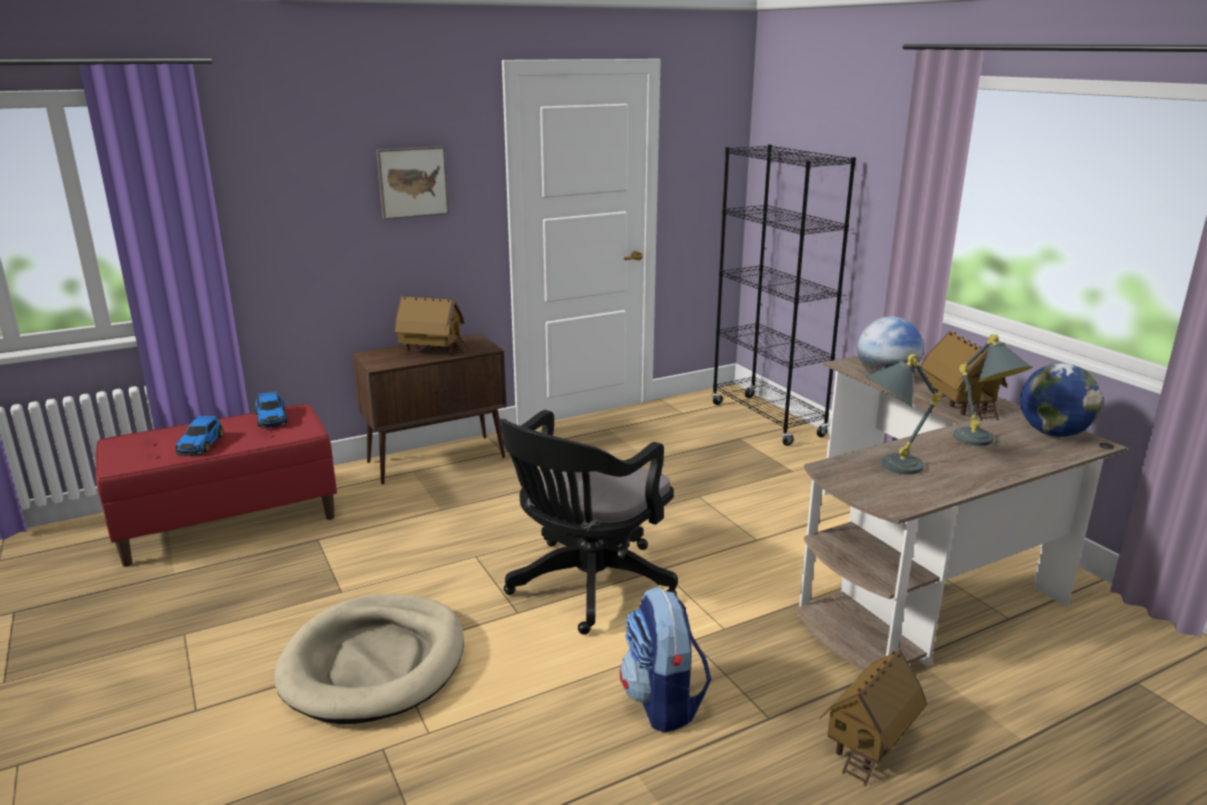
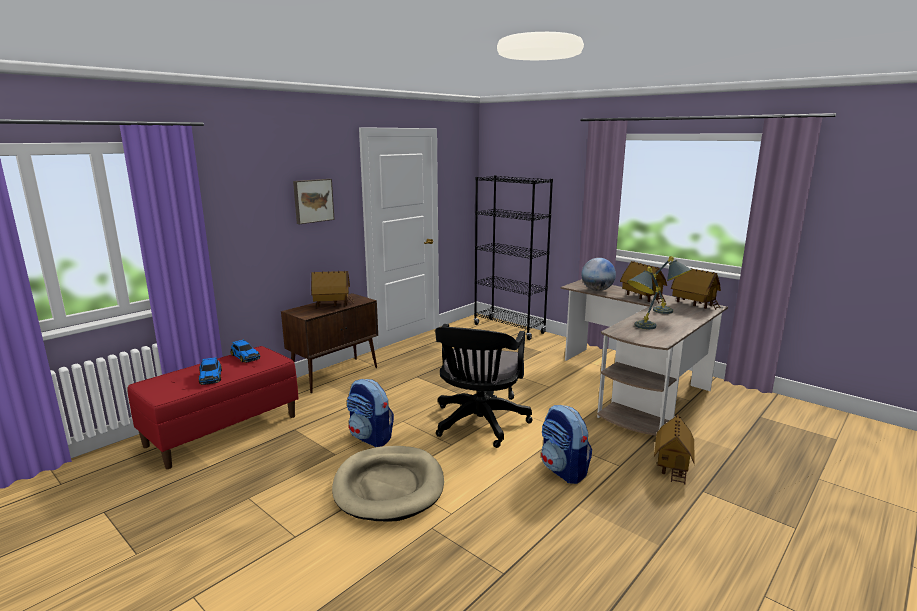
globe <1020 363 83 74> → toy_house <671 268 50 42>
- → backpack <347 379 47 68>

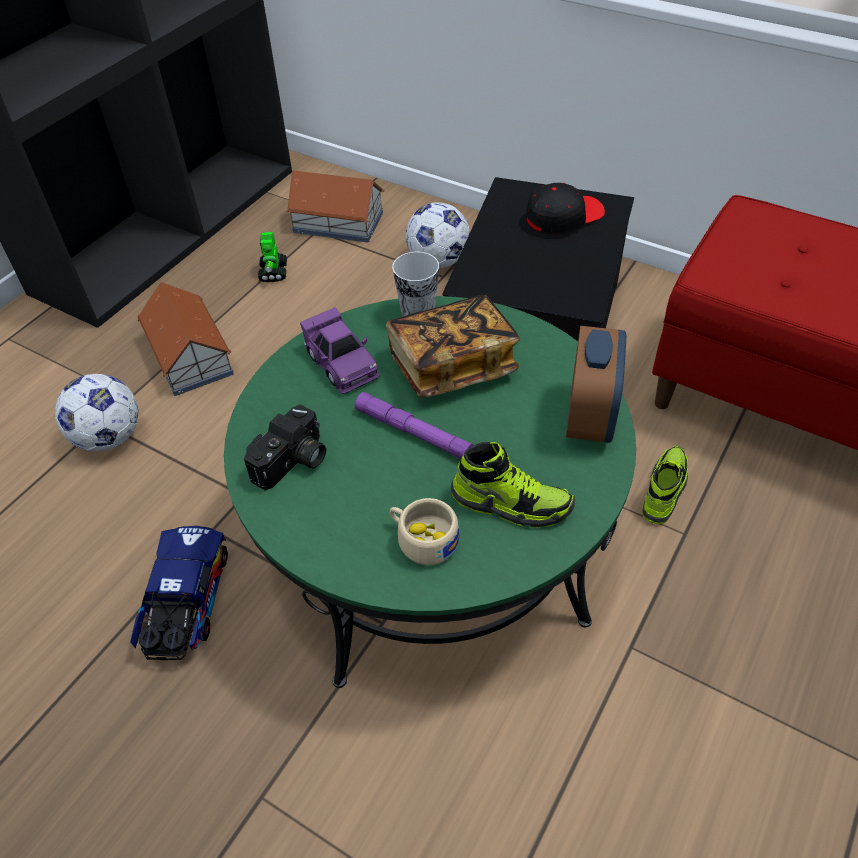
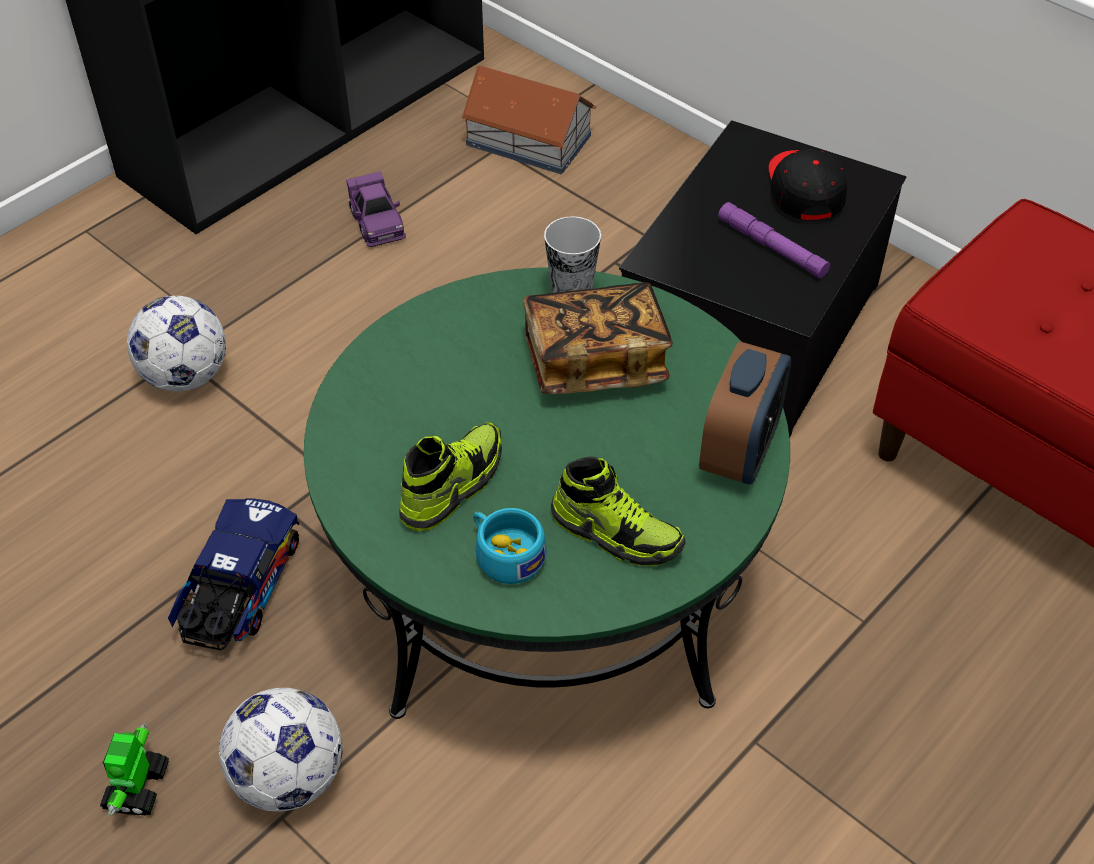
black_cap <526 183 79 52> → black_cap <769 149 79 71>, 75 degrees counterclockwise
football <406 202 64 66> → football <219 688 124 124>, move
toy_robot <258 232 29 50> → toy_robot <100 724 69 92>, move
toy_house <137 282 97 114> → -
purple_toy_car <300 307 80 87> → purple_toy_car <346 171 60 76>, move
purple_flashlight <355 392 118 67> → purple_flashlight <718 202 112 77>, move
photo_camera <244 404 82 87> → -
shoe <642 445 46 79> → shoe <400 422 102 109>, move
beige_cup <389 498 71 67> → turquoise_cup <473 508 74 76>

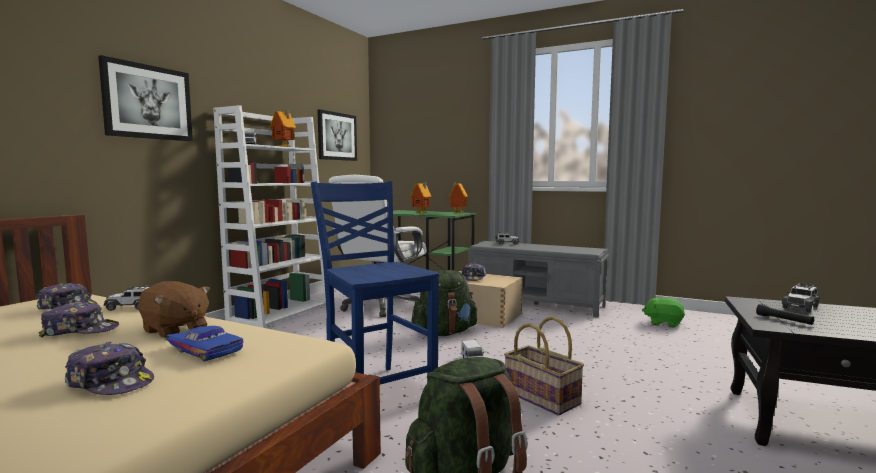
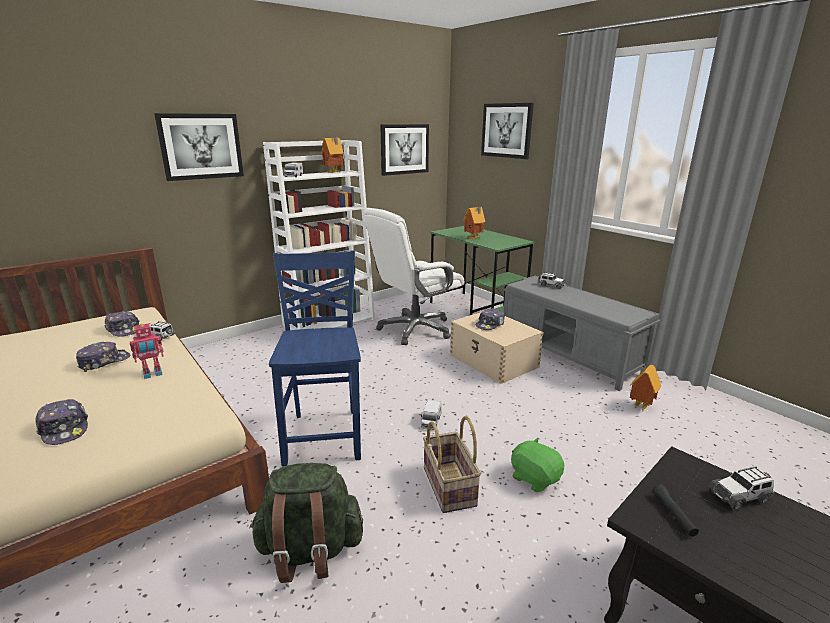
toy_house <449 182 19 32> → toy_house <630 365 31 46>, move
green_backpack <411 270 66 66> → -
brown_plush_toy <138 281 72 57> → toy_robot <129 323 35 56>
green_plush_toy <642 298 43 29> → green_plush_toy <511 438 53 54>, move
cap <39 302 80 35> → cap <76 342 55 30>, 60 degrees counterclockwise
blue_toy_car <166 326 78 35> → -
- → picture <481 103 53 56>

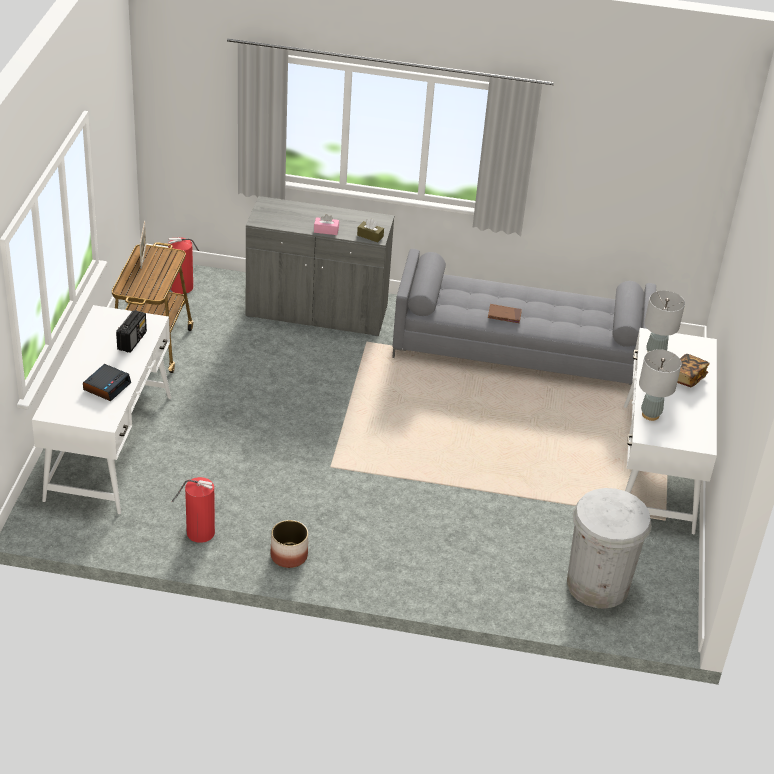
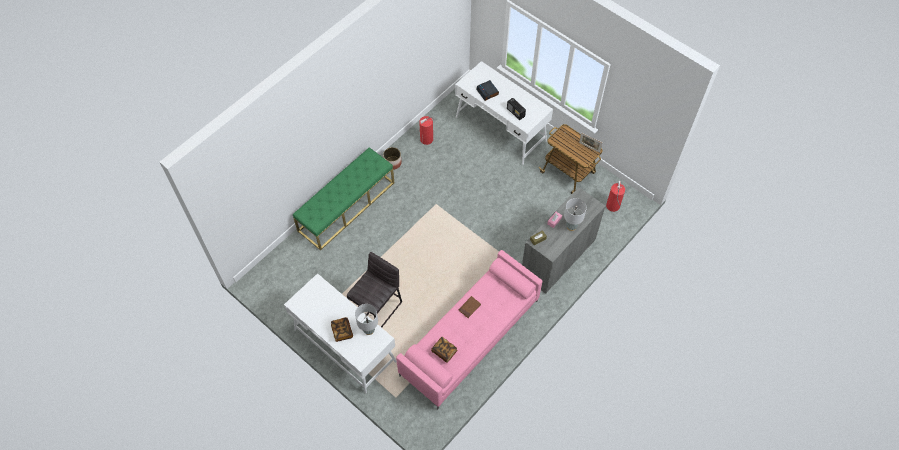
grey_sofa <392 249 264 136> → pink_sofa <396 250 146 159>
grey_table_lamp <639 349 43 72> → grey_table_lamp <564 198 23 33>, move
white_trash_can <567 488 85 121> → -
- → green_bench <293 148 101 103>
- → grey_stool <347 252 55 76>
- → book <431 337 26 26>

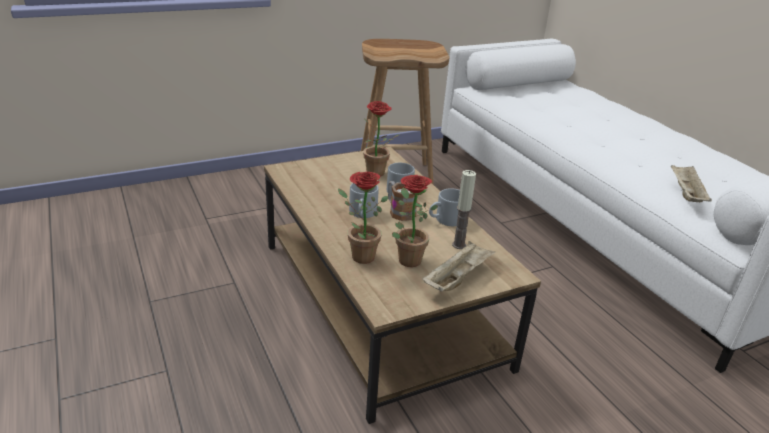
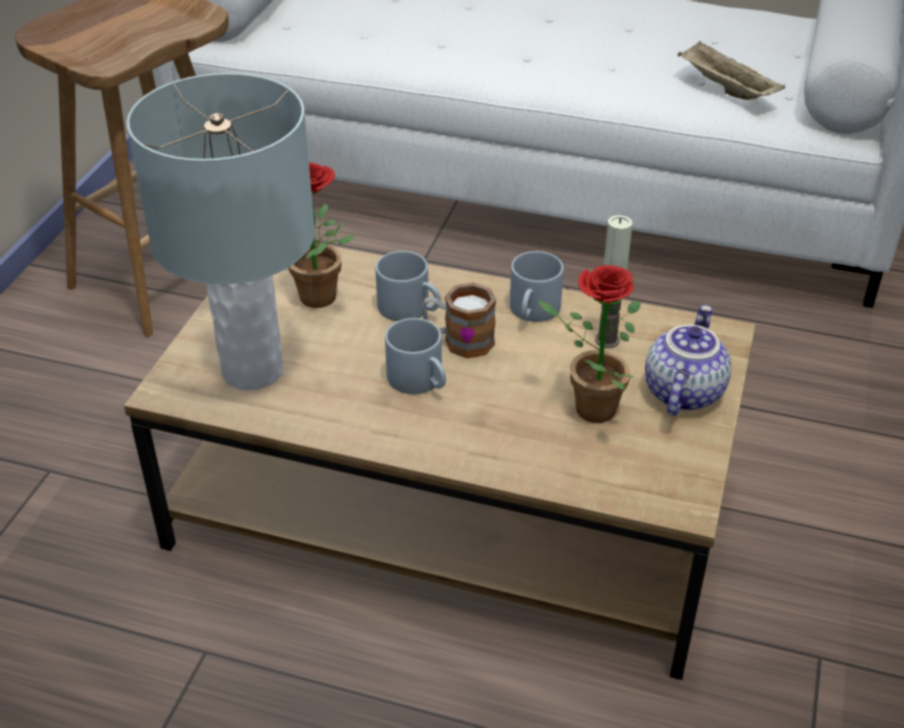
potted_plant <338 172 51 92> → -
beige_tray <422 241 74 51> → teapot <645 305 86 111>
- → grey_table_lamp <126 73 189 317>

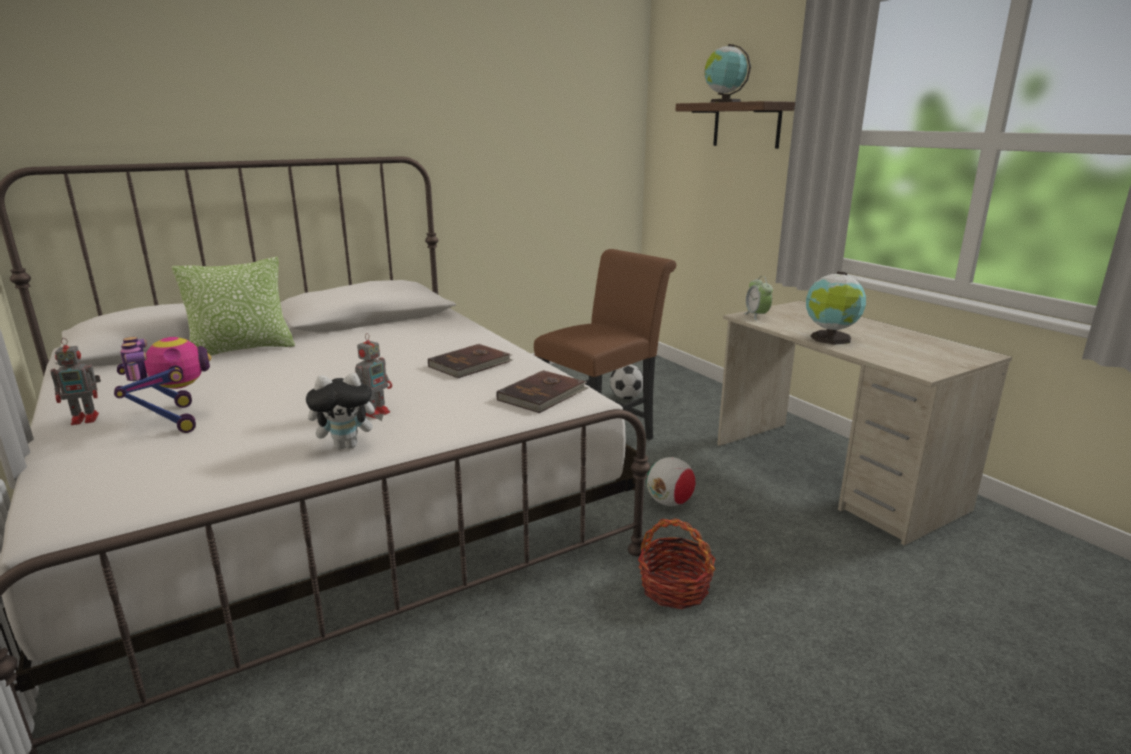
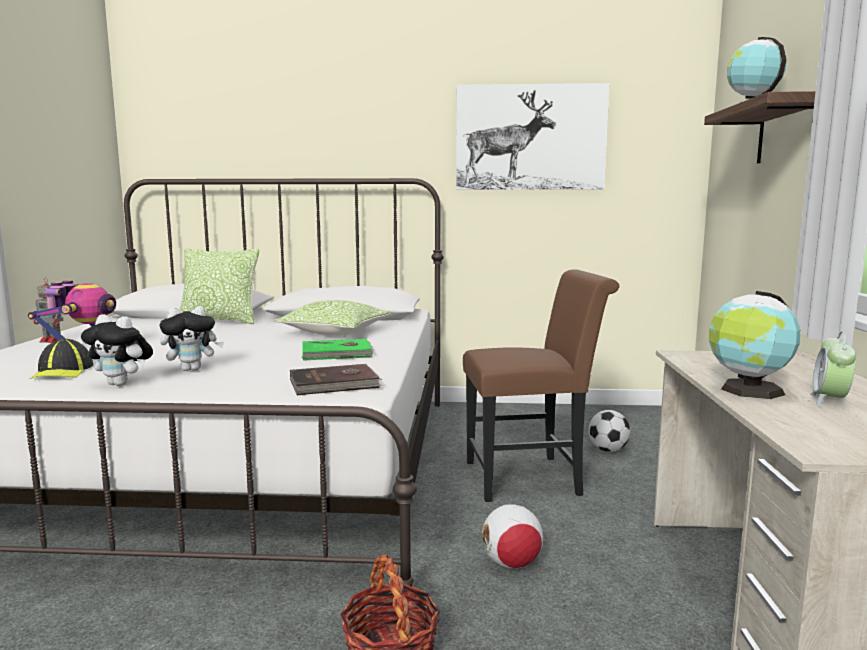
alarm_clock <744 276 29 44> → alarm_clock <810 332 46 75>, move
toy_robot <355 333 37 86> → plush_toy <160 306 64 65>
brown_book <428 344 85 34> → green_book <302 339 72 22>
- → picture <456 83 154 107>
- → pillow <274 300 117 36>
- → cap <30 339 63 40>

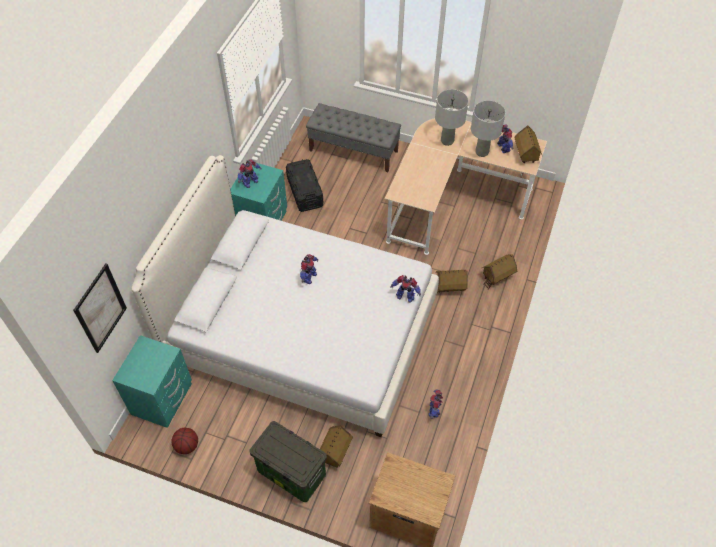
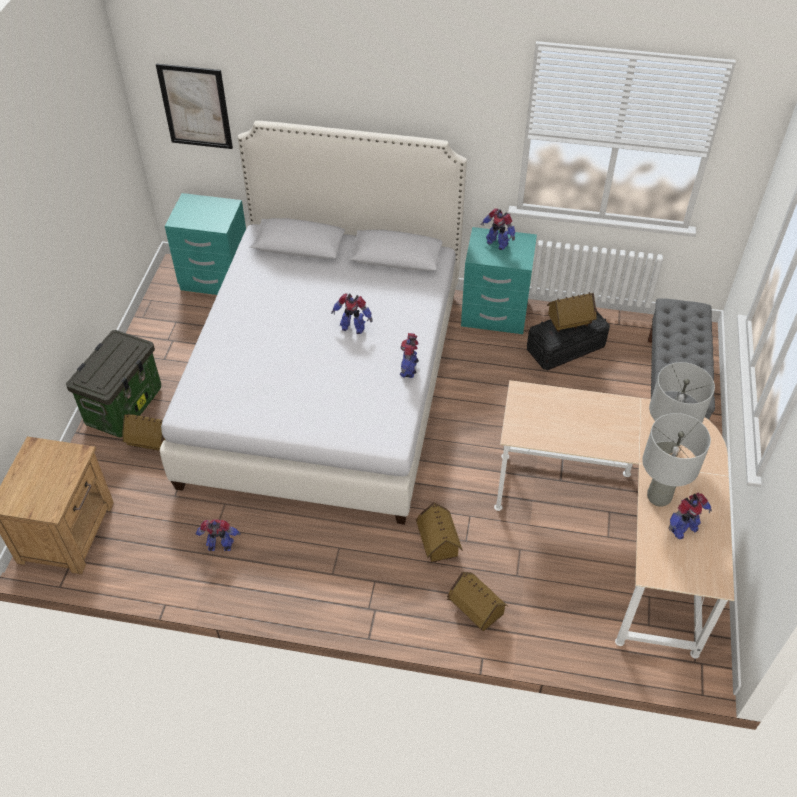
toy_house <514 126 29 37> → toy_house <547 292 50 40>, move
toy_robot <390 275 31 27> → toy_robot <400 333 19 45>, move
basketball <171 428 27 26> → -

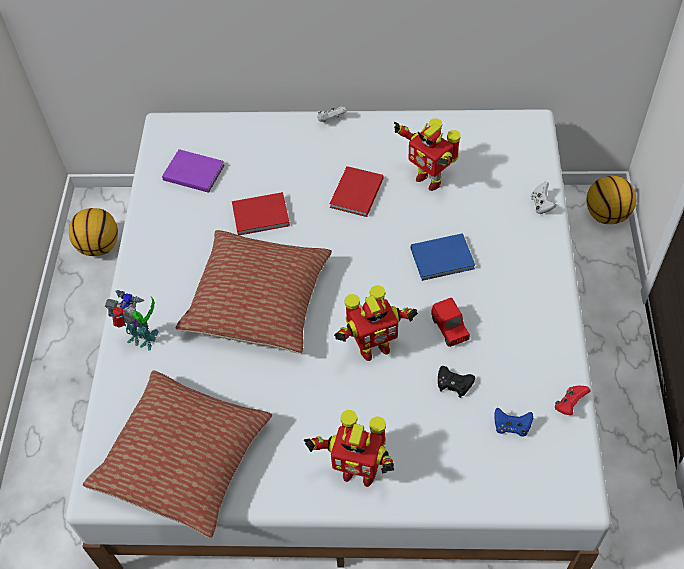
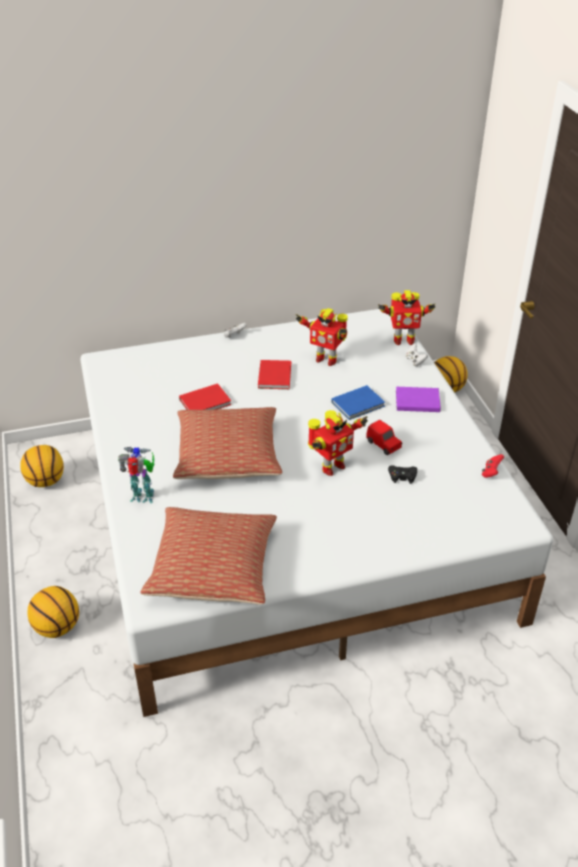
purple_book <162 149 63 44> → purple_book <396 387 45 25>, move
blue_game_controller <494 407 39 30> → -
toy_robot <304 410 90 77> → toy_robot <378 290 58 55>, move
- → basketball <27 586 52 52>

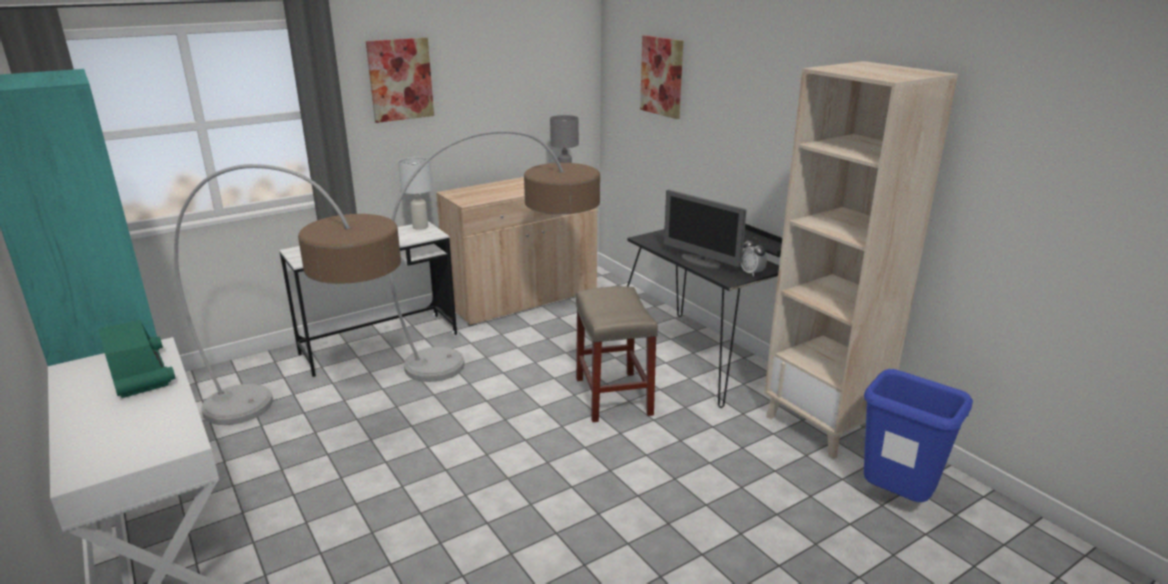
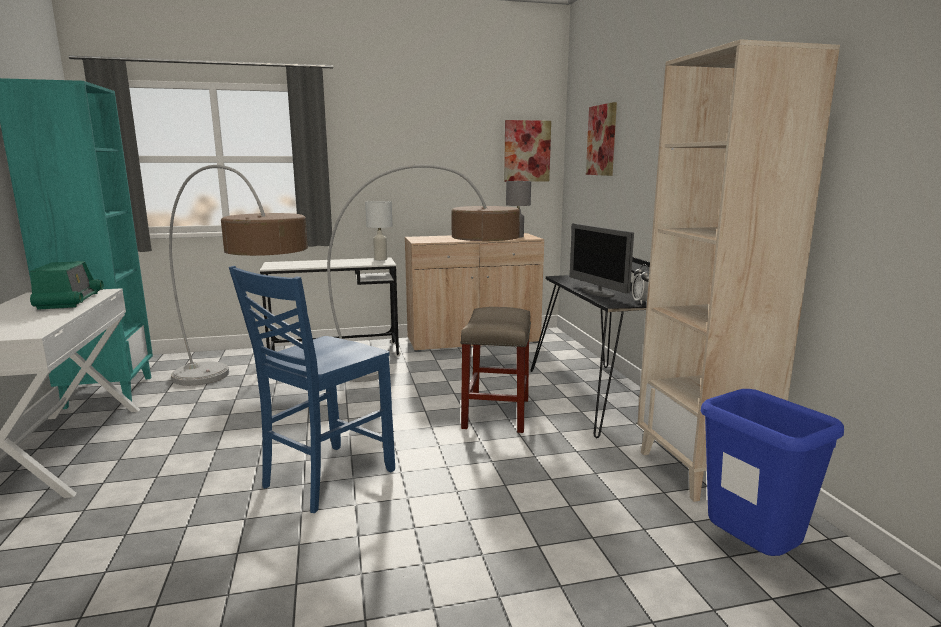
picture <366 37 68 86> → picture <504 120 47 62>, move
- → blue_chair <229 266 166 247>

